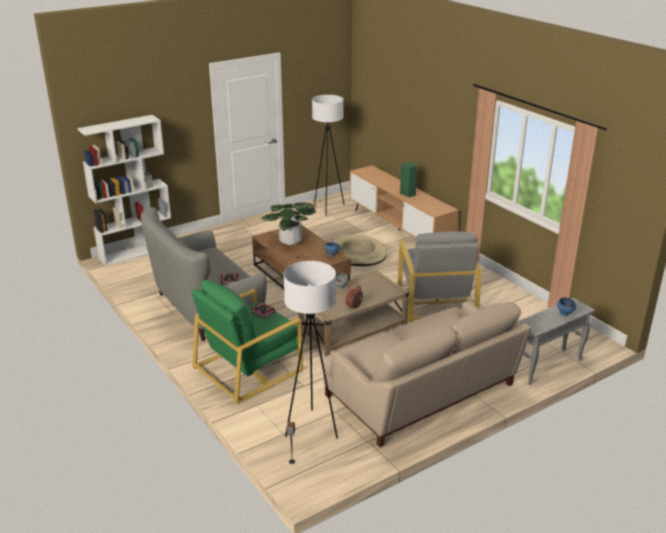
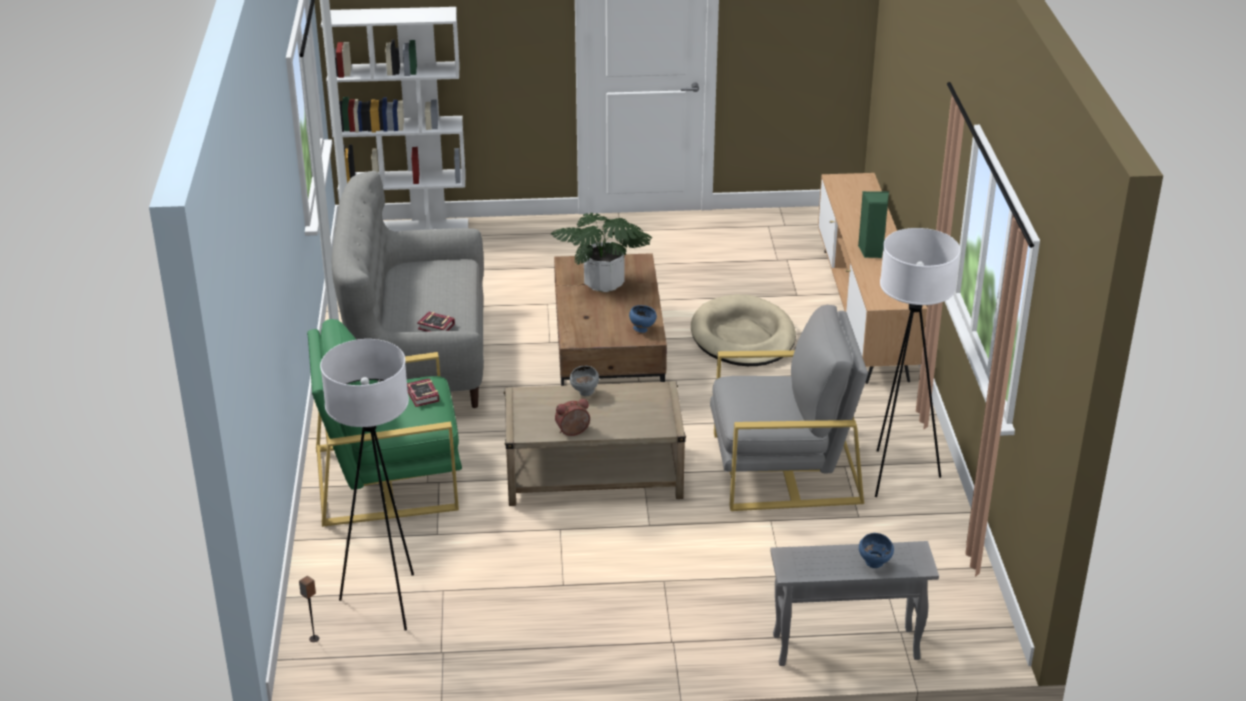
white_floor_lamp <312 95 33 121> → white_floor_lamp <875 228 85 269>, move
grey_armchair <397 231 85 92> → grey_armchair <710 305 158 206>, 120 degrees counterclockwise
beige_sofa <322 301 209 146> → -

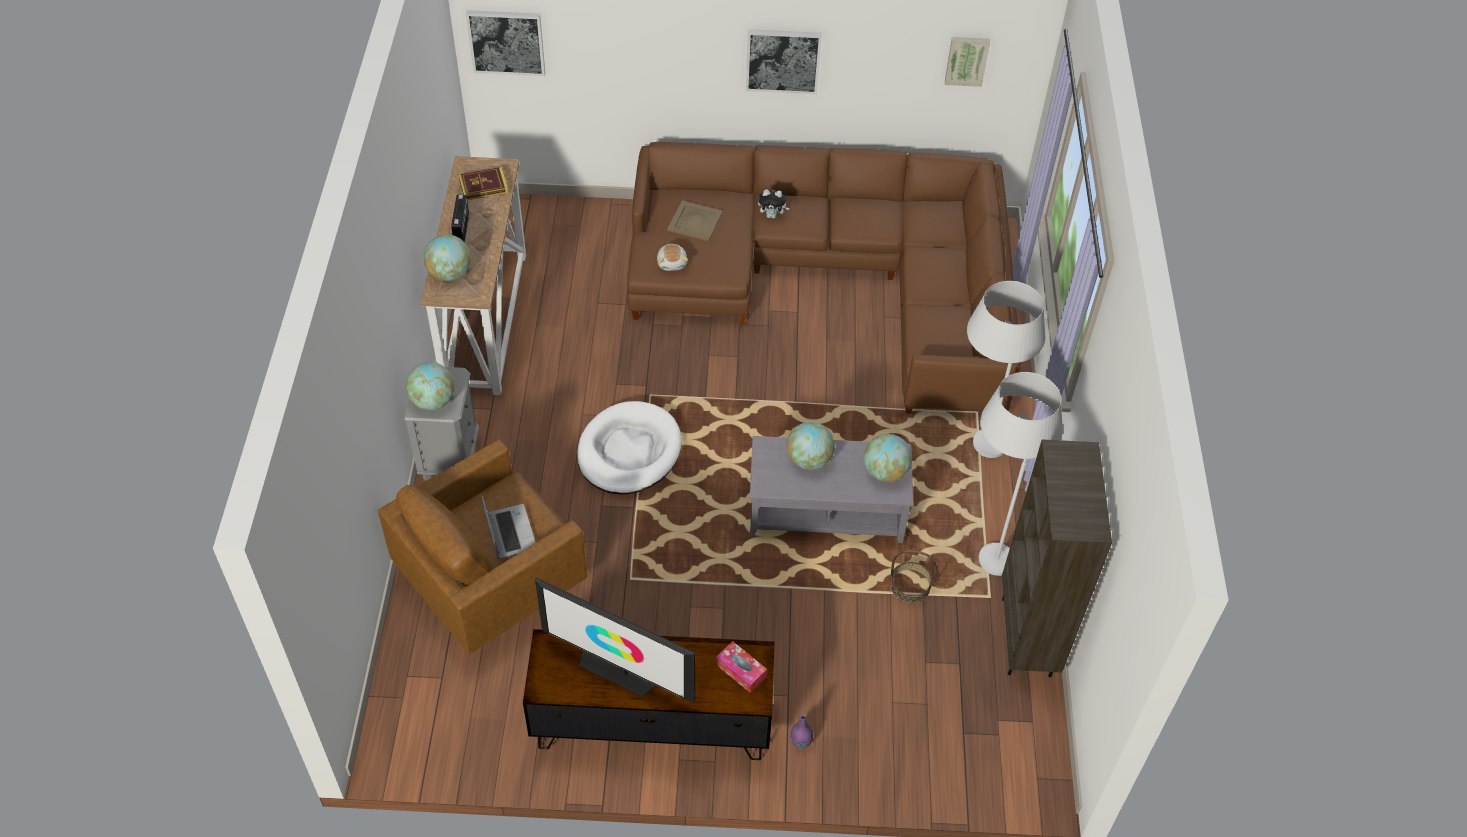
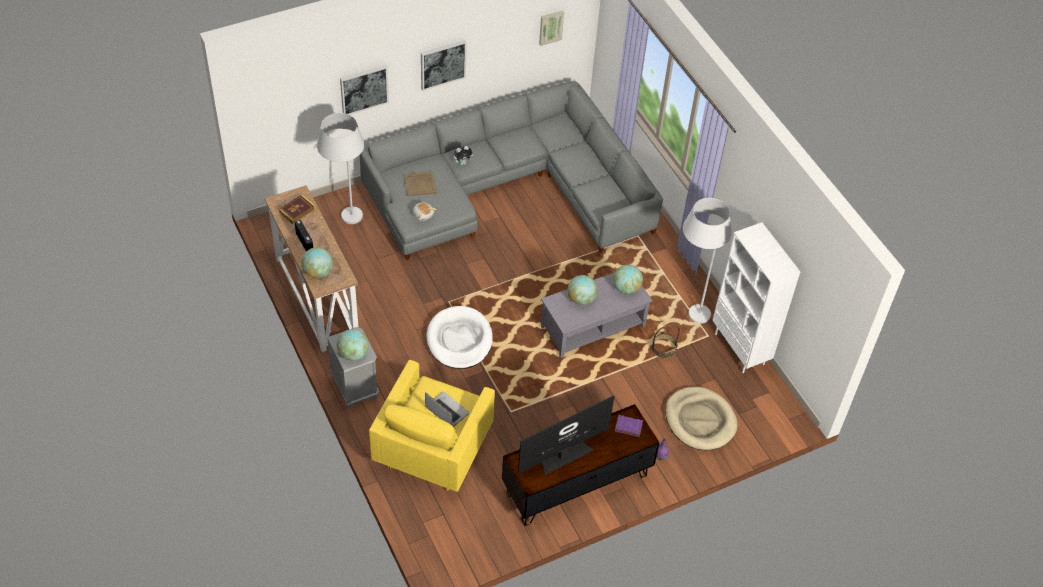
picture <466 10 79 66> → picture <340 65 49 50>, move
brown_sofa <627 142 394 272> → grey_sofa <360 81 303 179>
white_floor_lamp <967 281 78 177> → white_floor_lamp <317 113 47 111>, move
brown_armchair <378 439 209 215> → yellow_armchair <369 360 126 132>
brown_bookcase <1002 440 110 237> → white_bookcase <712 222 89 151>
television <535 577 160 126> → television <518 395 96 80>, 150 degrees clockwise
tissue_box <716 641 51 52> → purple_book <615 415 28 22>
- → beige_dog_bed <665 386 73 64>

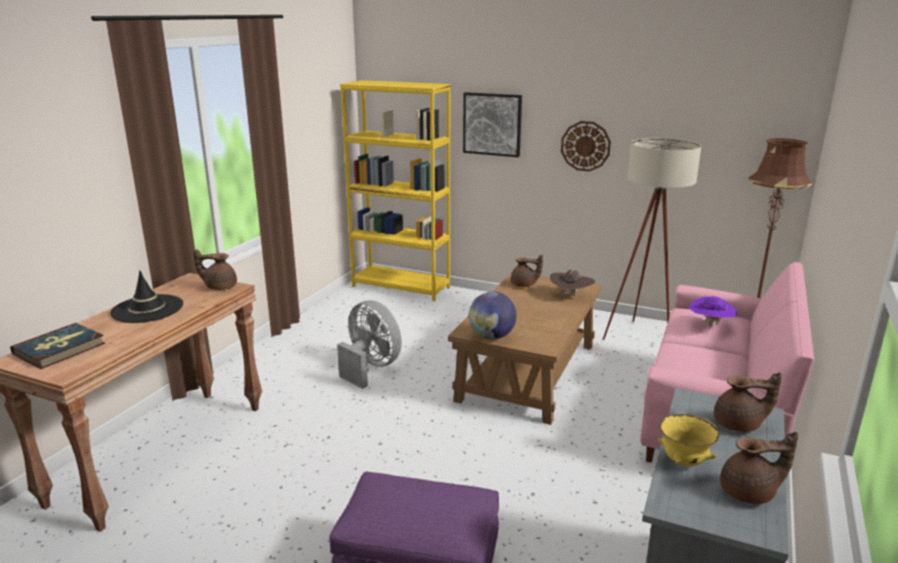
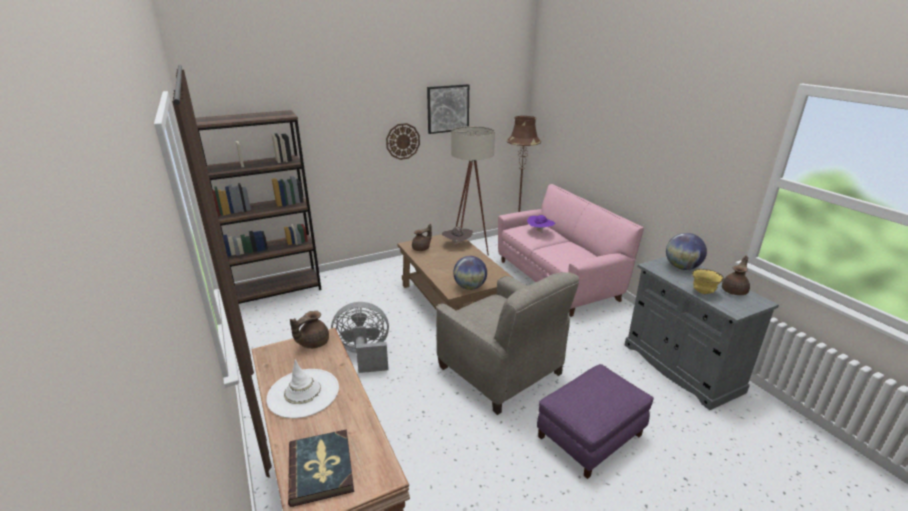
yellow_bookcase <340 80 111 221> → brown_bookcase <195 110 127 194>
picture <463 92 59 65> → picture <427 84 42 50>, move
black_hat <110 270 73 53> → white_hat <266 360 73 58>
brown_teapot <714 372 68 60> → globe <666 233 41 37>
- → beige_armchair <436 272 143 143>

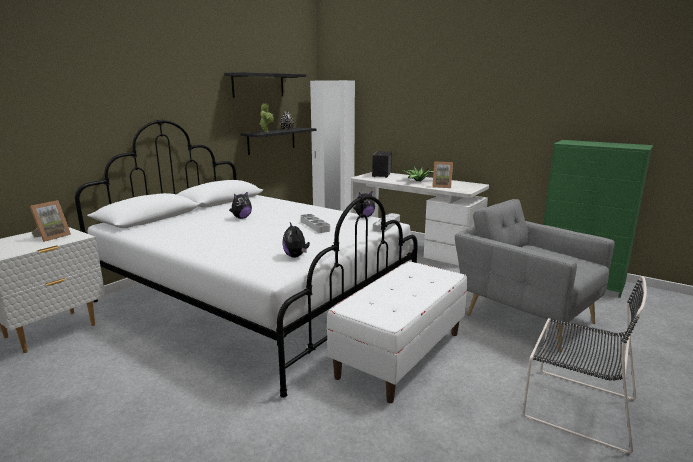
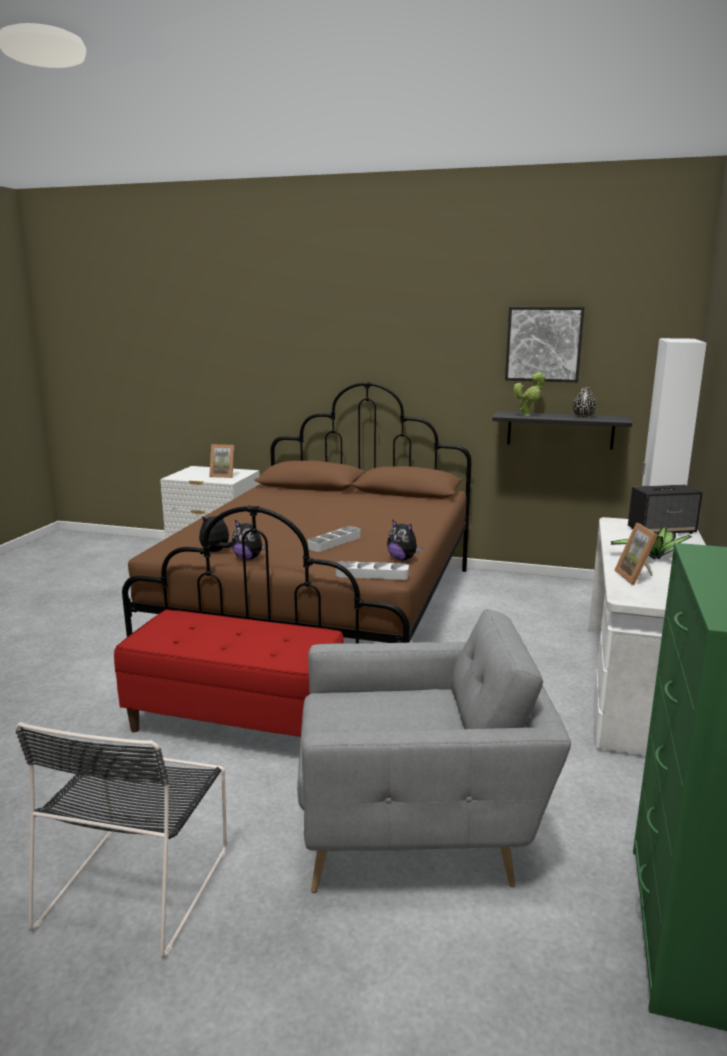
black_shelf <224 72 82 26> → picture <505 307 80 75>
white_bed <75 120 343 278> → brown_bed <122 382 350 261>
plush_toy <229 191 23 28> → plush_toy <232 520 34 40>, move
grey_armchair <455 199 160 153> → grey_armchair <297 609 274 284>, 60 degrees clockwise
white_bench <326 261 141 142> → red_bench <114 610 230 127>

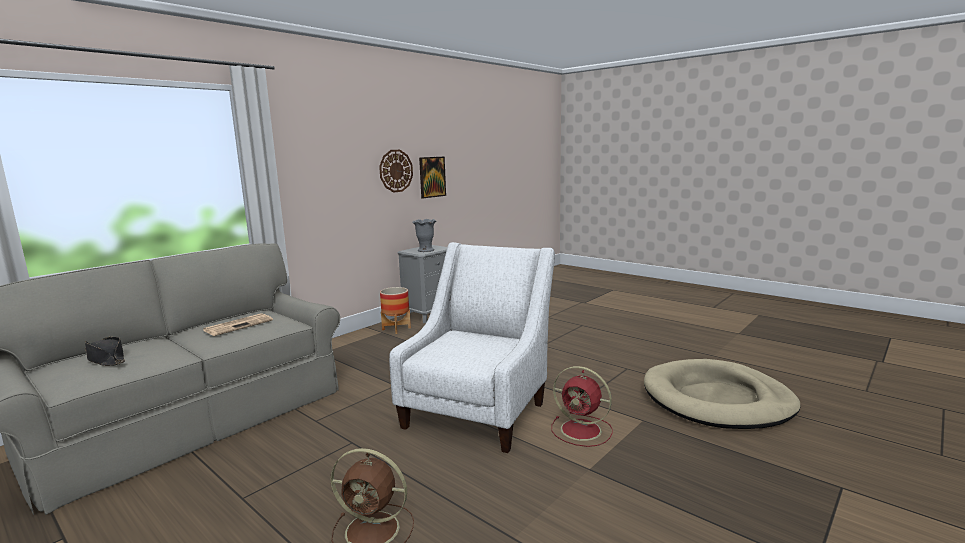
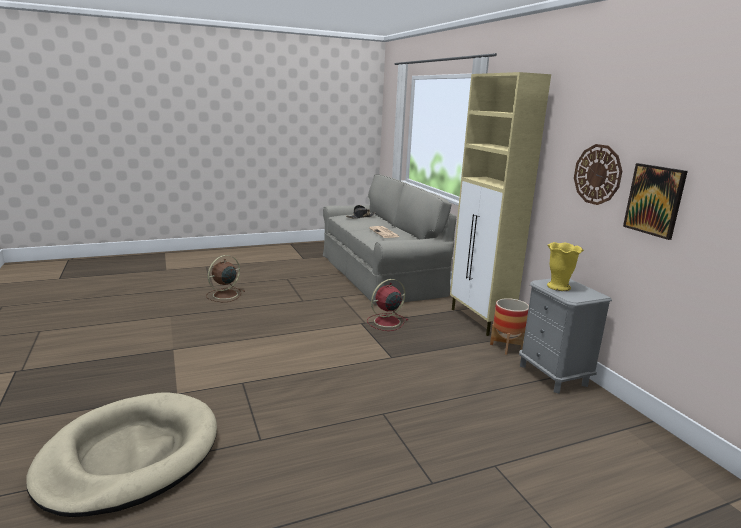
grey_vase <412 219 24 33> → yellow_vase <547 242 37 49>
white_armchair <389 242 166 211> → -
red_fan <551 366 62 81> → red_fan <367 279 41 52>, move
- → beige_cabinet <450 72 101 264>

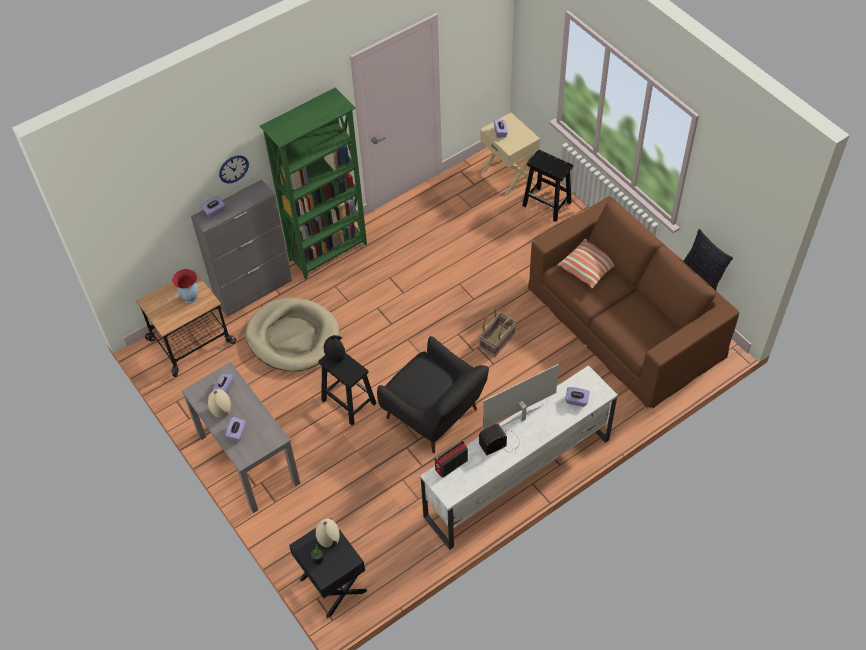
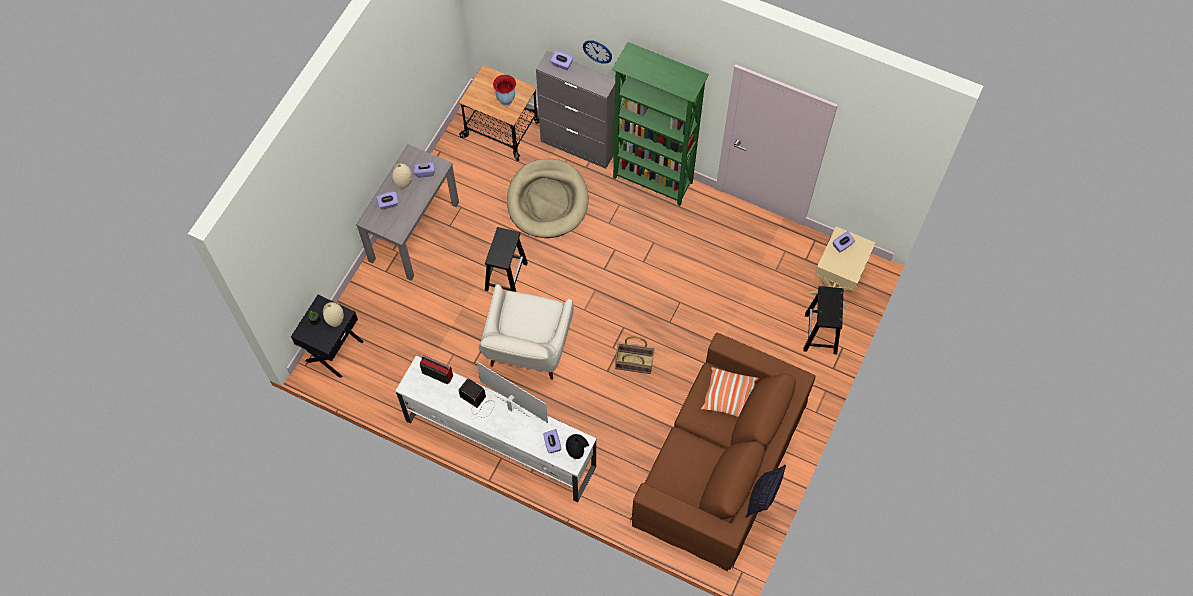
black_vase <324 335 21 28> → black_vase <566 434 23 25>, move
black_armchair <377 336 112 117> → white_armchair <479 284 95 96>

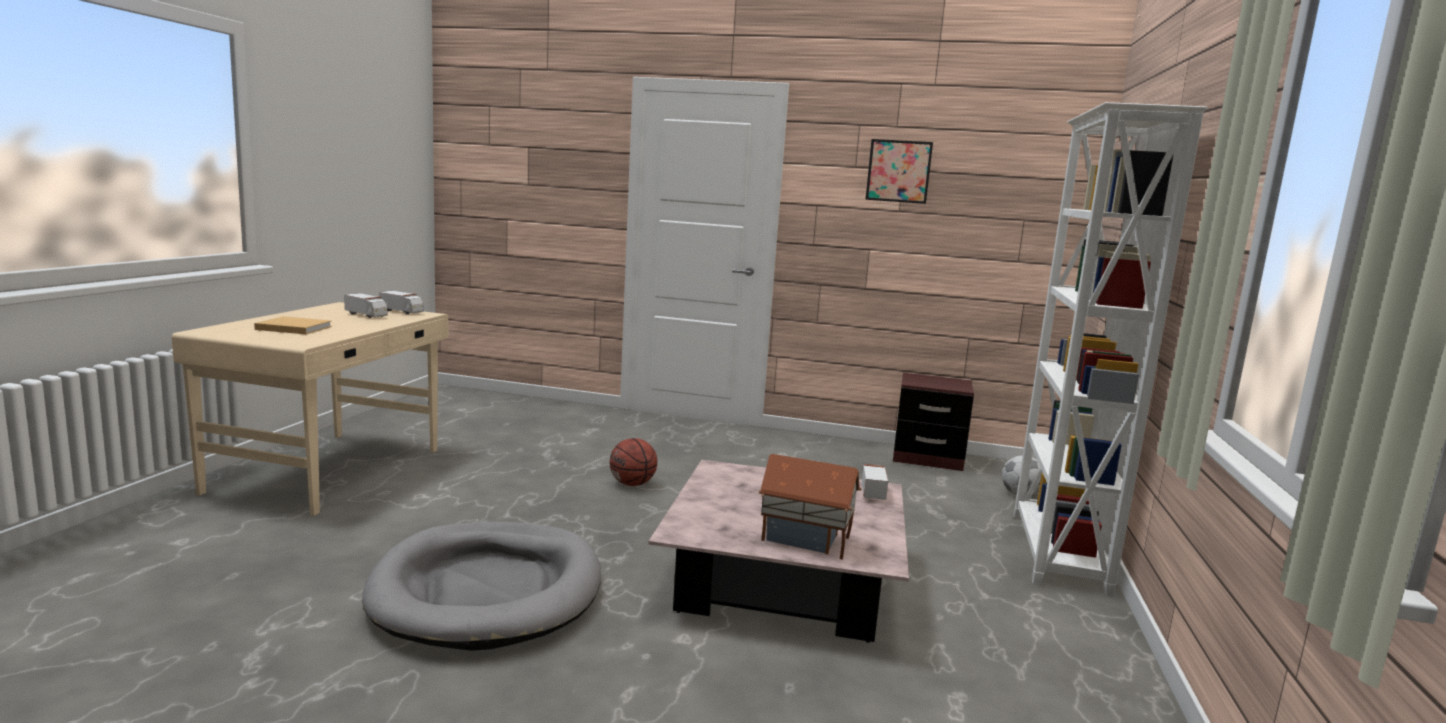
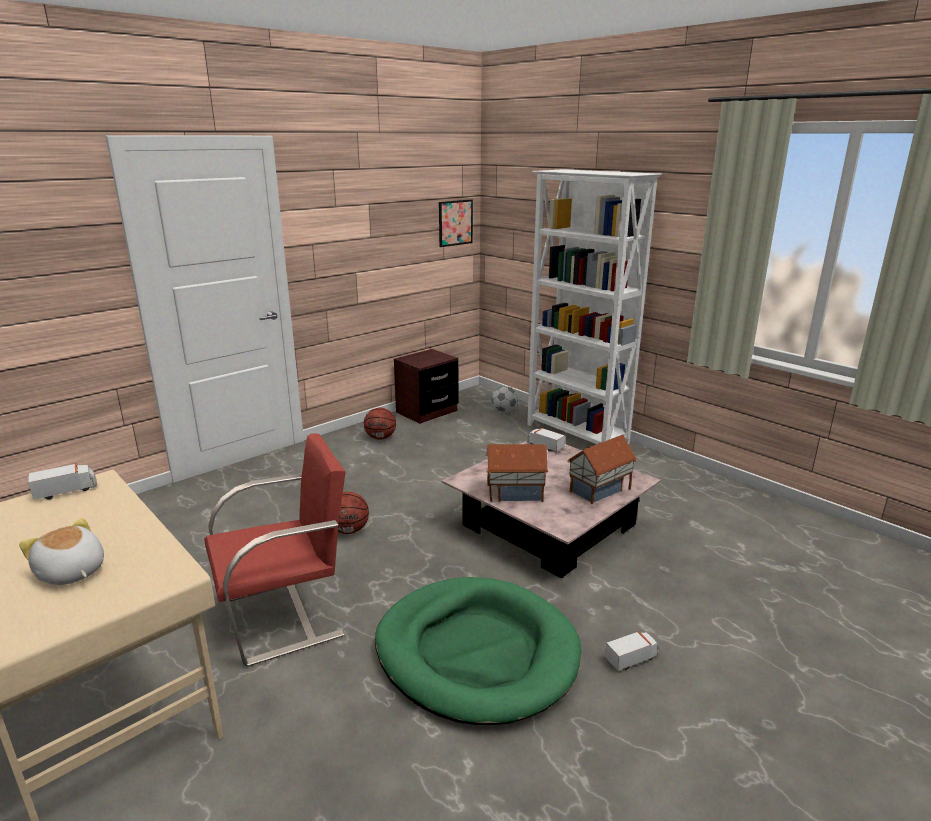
picture <865 139 68 65> → picture <439 199 34 48>, move
toy_truck <344 293 44 25> → toy_truck <605 631 54 40>, move
beige_book <254 316 78 18> → plush_toy <19 518 85 67>
grey_dog_bed <362 522 239 129> → green_dog_bed <375 577 207 148>
- → basketball <364 408 32 31>
- → red_chair <204 433 142 234>
- → toy_house <485 444 63 58>

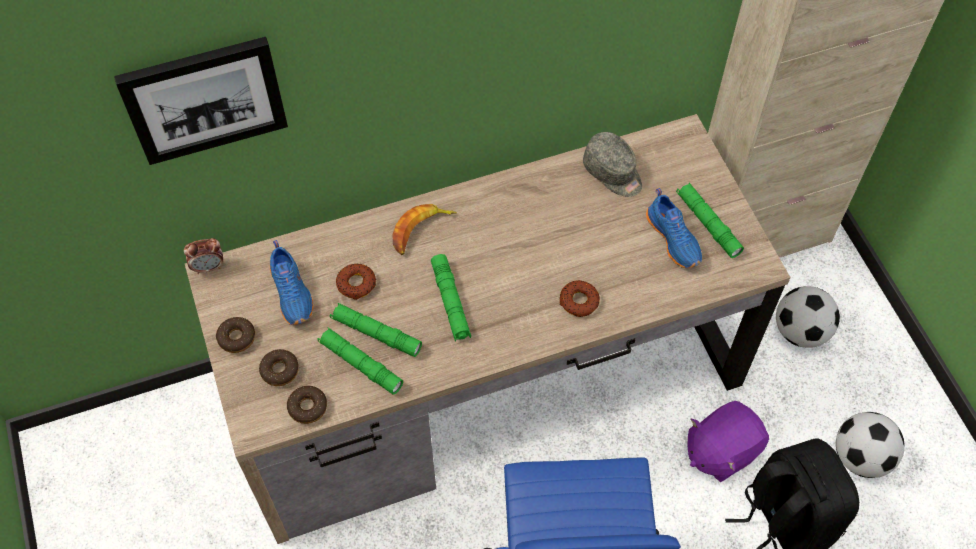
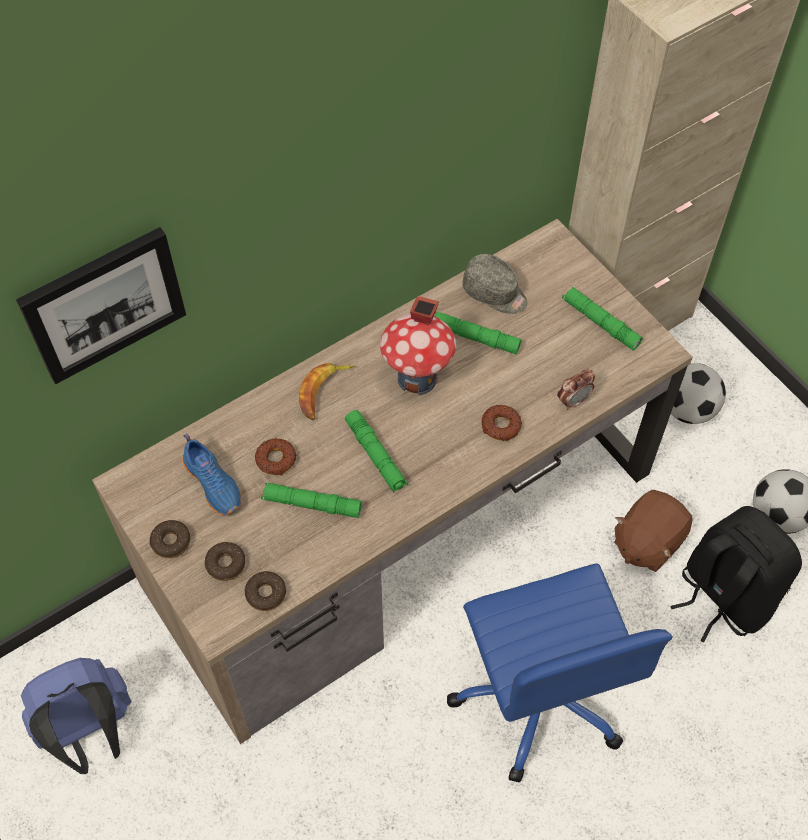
blue_shoe <646 188 56 80> → -
alarm_clock <184 238 39 36> → alarm_clock <557 369 38 41>, move
green_flashlight <317 328 86 67> → green_flashlight <435 311 86 43>, move
purple_plush_toy <688 401 81 81> → brown_plush_toy <614 490 79 82>
- → toy_house <380 296 76 99>
- → blue_backpack <21 658 110 116>

